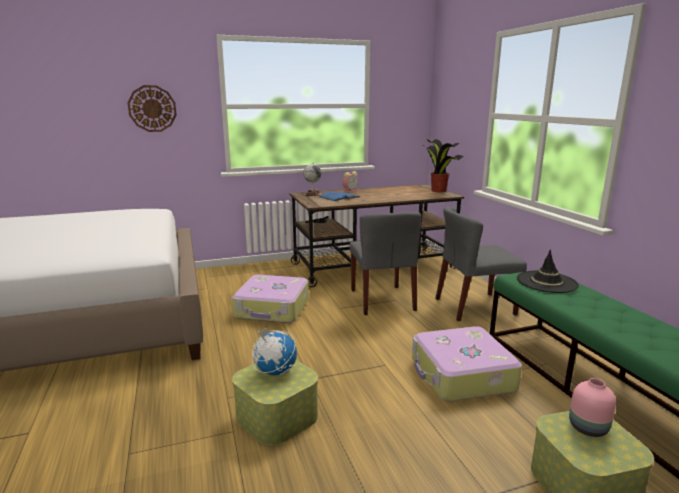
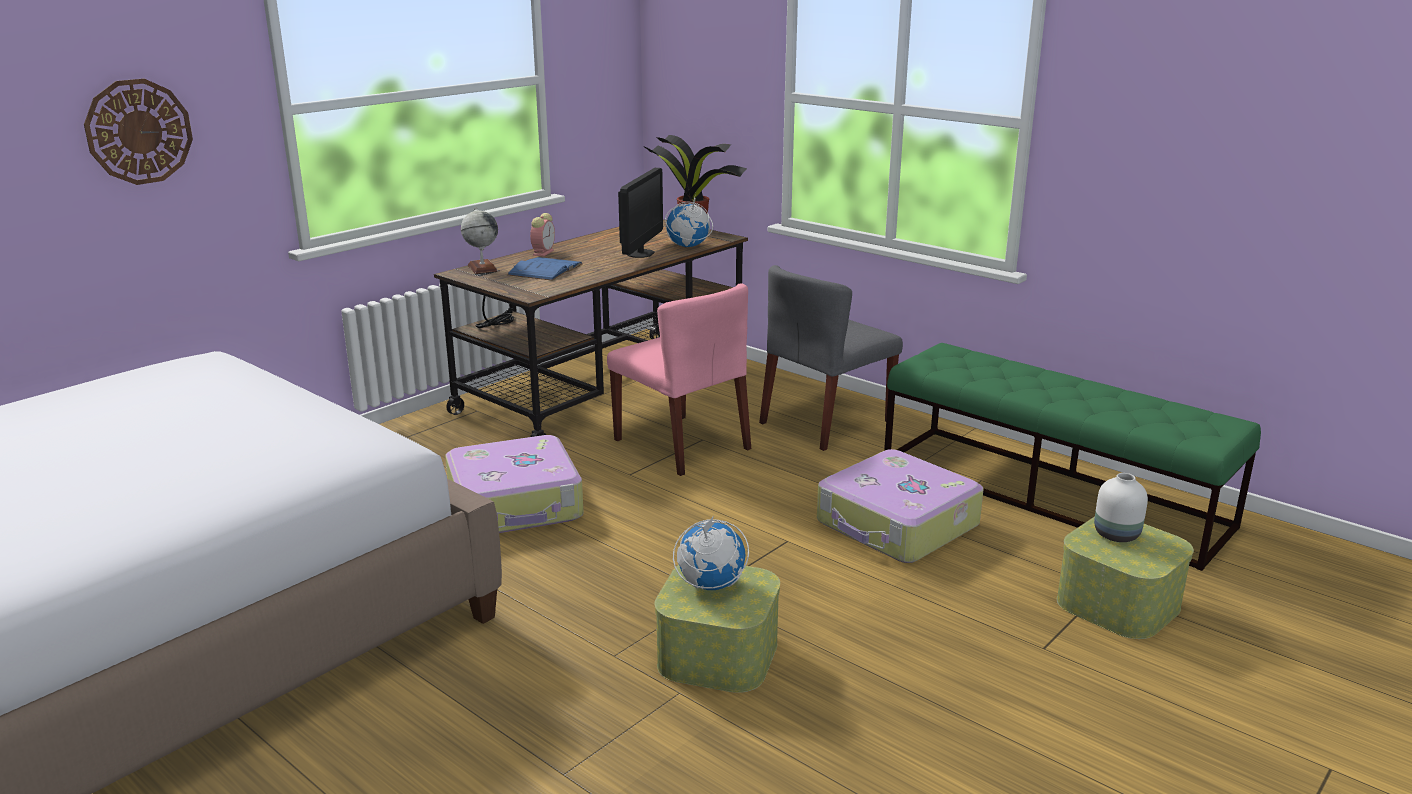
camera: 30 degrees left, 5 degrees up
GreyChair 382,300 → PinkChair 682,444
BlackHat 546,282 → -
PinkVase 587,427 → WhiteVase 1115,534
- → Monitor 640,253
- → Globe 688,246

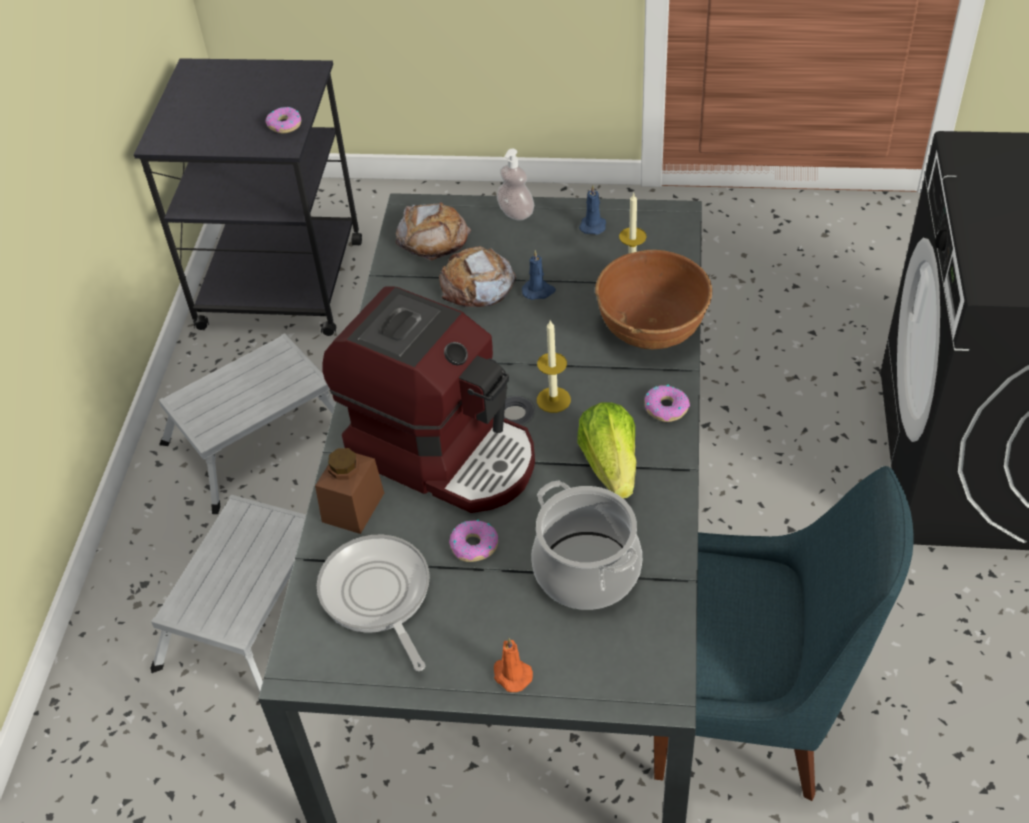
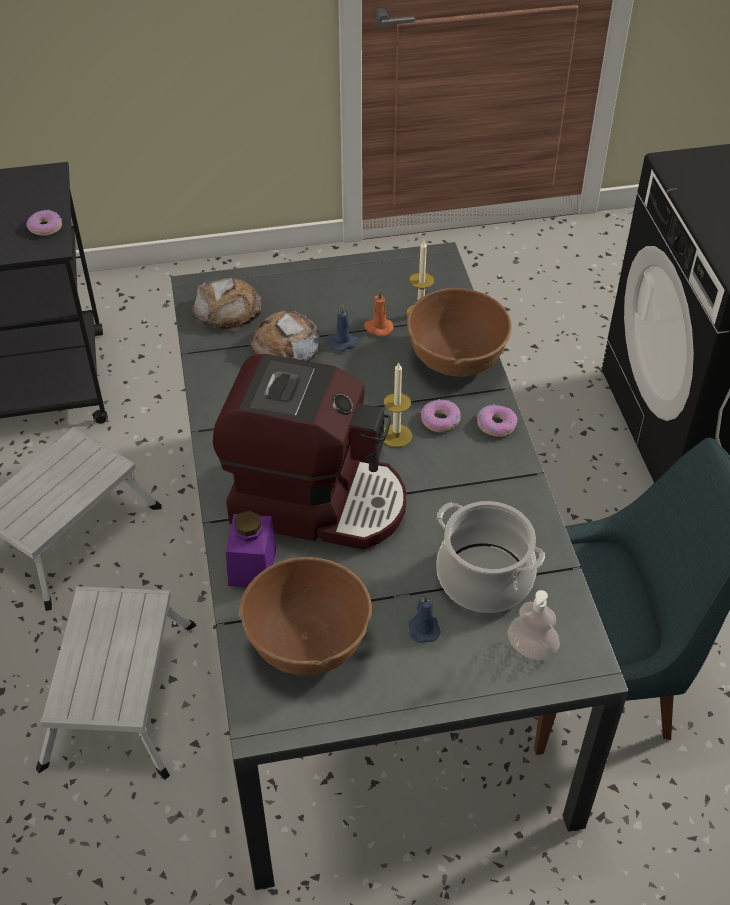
camera: 20 degrees left, 0 degrees up
SoapDispenser 516,213 → SoapDispenser 531,649, relocated
BlueCandle 593,225 → BlueCandle 423,627, relocated
Lettuce 610,465 → -
BrownJar 353,507 → PurpleJar 252,566
Donut 474,545 → Donut 440,420, relocated
FryingPan 377,596 → BrownBowl 307,641
OrangeCandle 511,674 → OrangeCandle 378,328, relocated

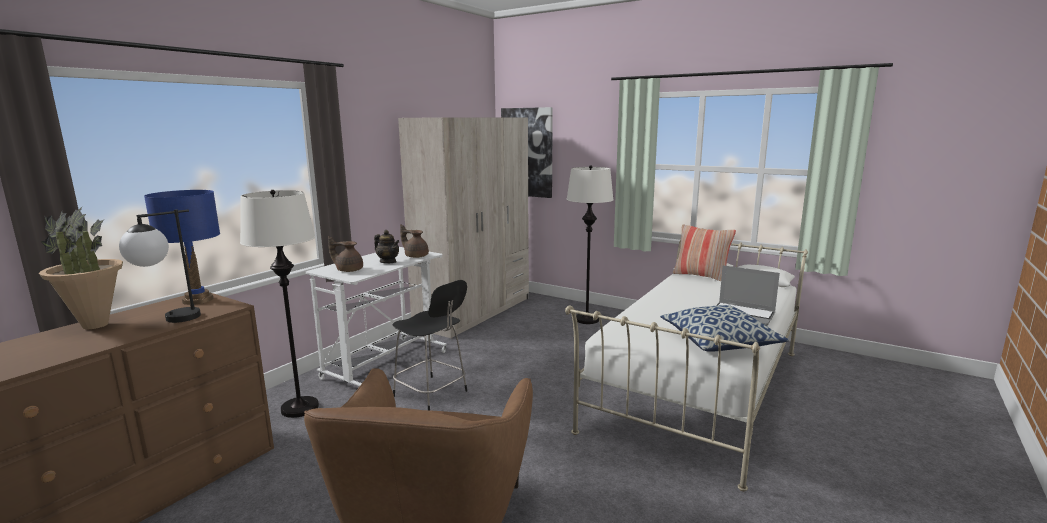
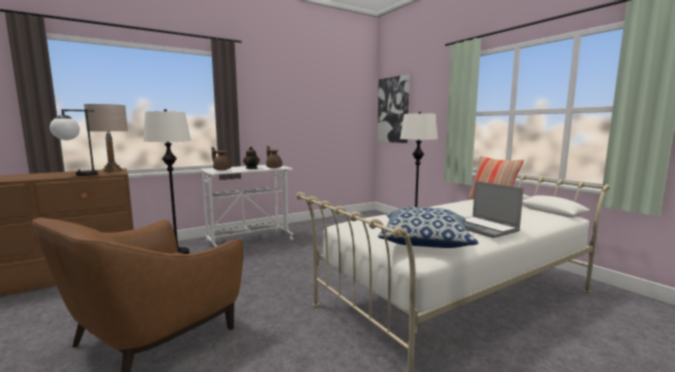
camera: 25 degrees right, 5 degrees down
BeigeWardrobe 475,312 → -
BlueTableLamp 198,300 → BeigeTableLamp 112,170
PottedPlant 95,325 → -
BlackChair 432,394 → -

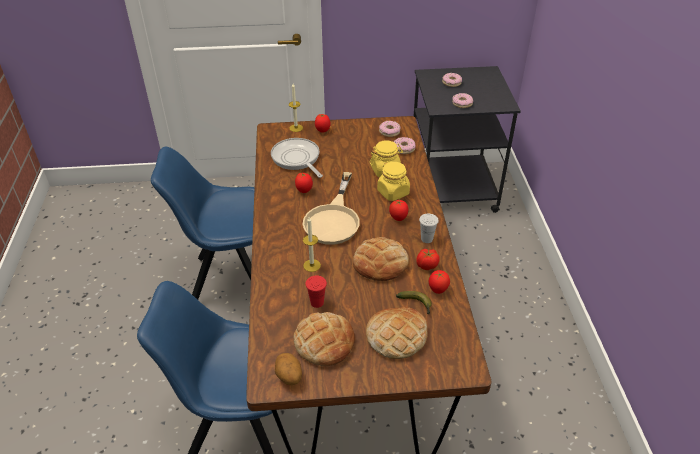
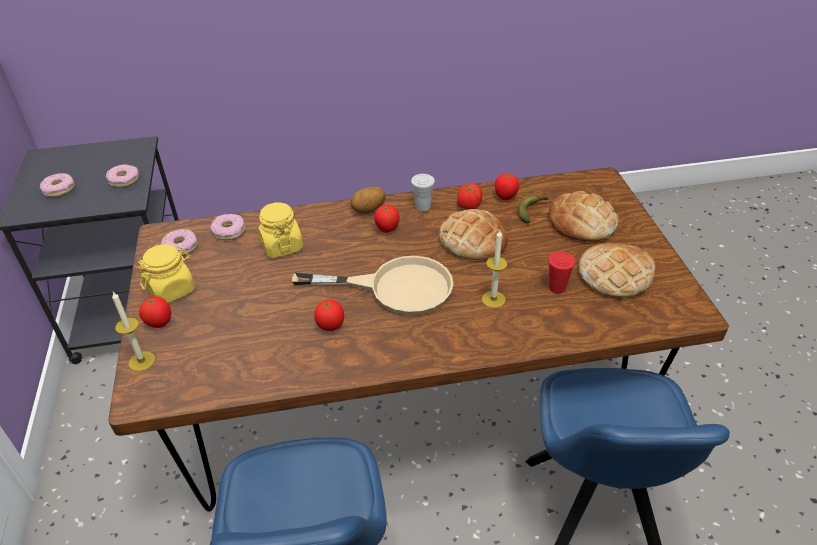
camera: 95 degrees left, 0 degrees up
FryingPan 297,159 → -
YellowJar 393,192 → YellowJar 172,289, relocated
Potato 288,377 → Potato 369,210, relocated

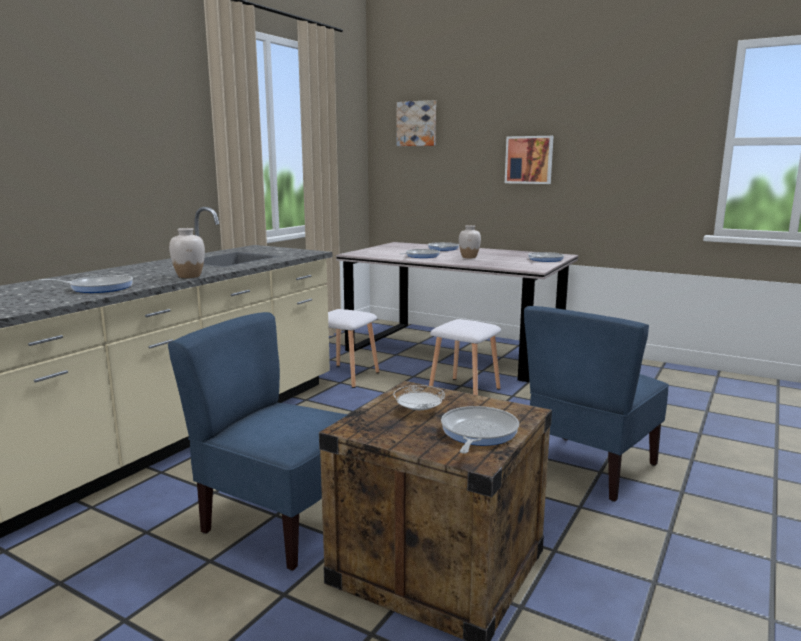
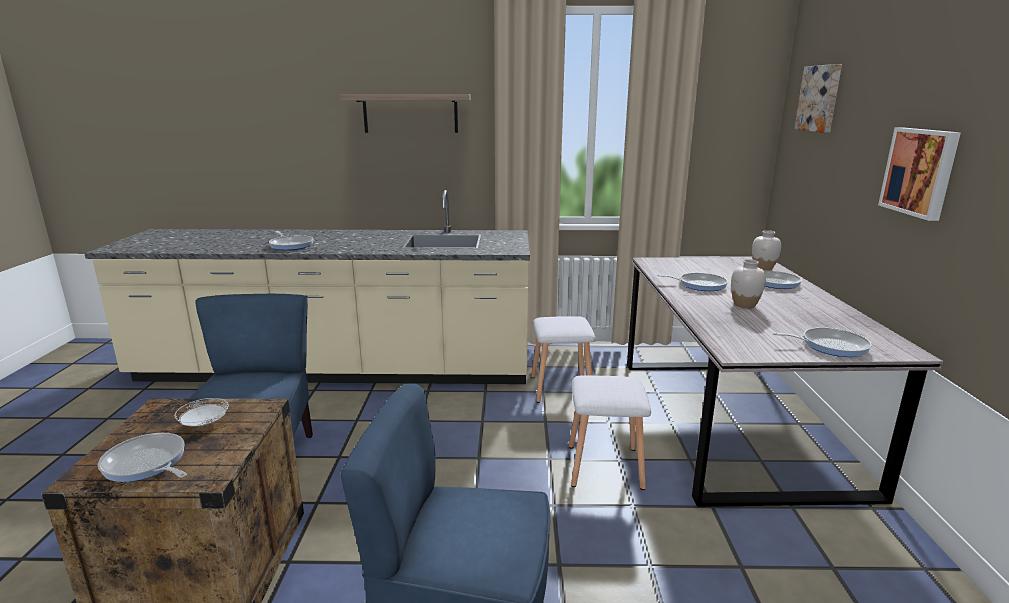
camera: 60 degrees right, 5 degrees up
WhiteVase 189,276 → WhiteVase 763,268, relocated
FryingPan 477,433 → FryingPan 146,464, 135 degrees counterclockwise
- → Shelf 410,113

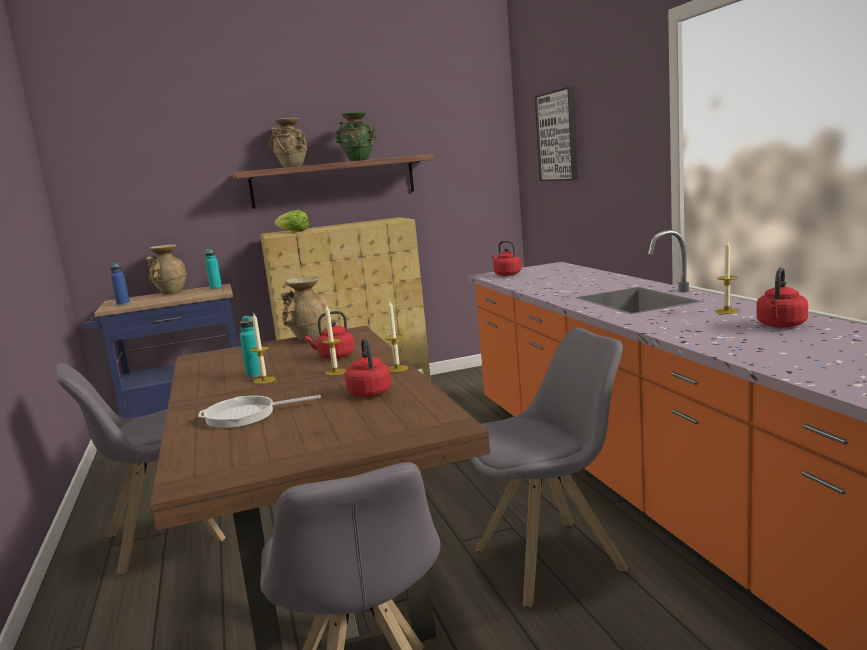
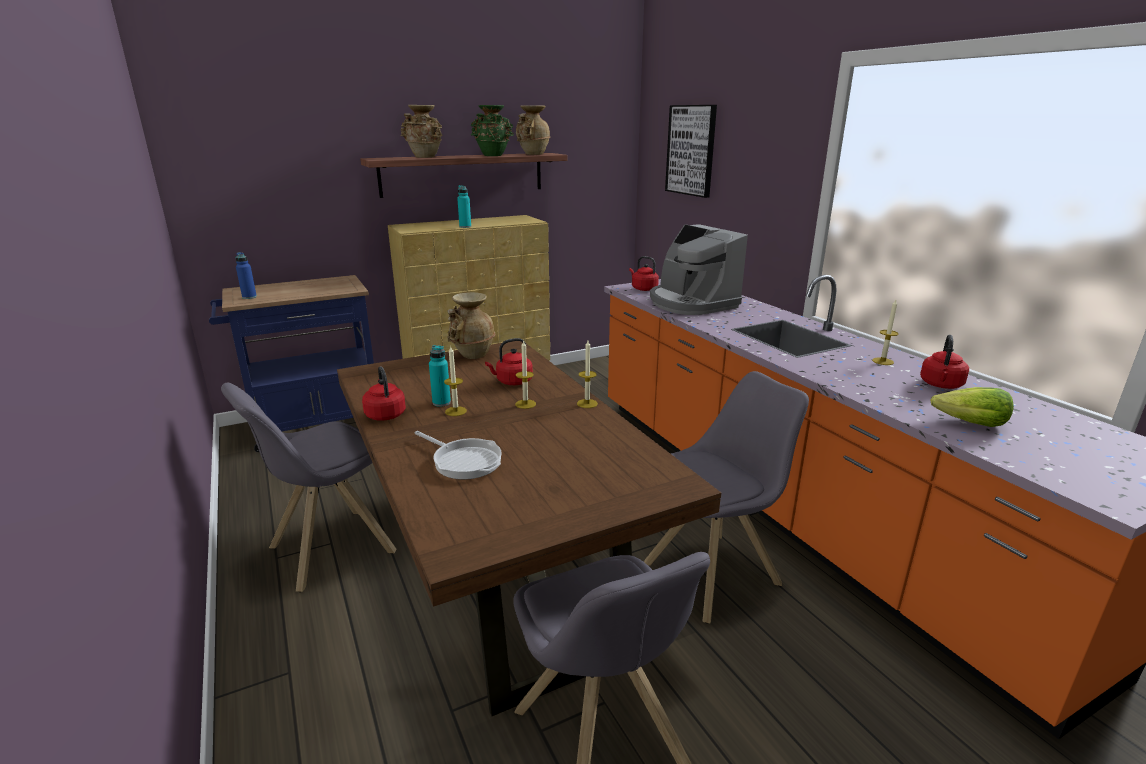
camera: 10 degrees left, 10 degrees up
Lettuce 292,232 → Lettuce 970,423, relocated
BeigeVase 170,293 → BeigeVase 532,154, relocated
TurquoiseBottle 216,288 → TurquoiseBottle 465,227, relocated
RedKettle 369,392 → RedKettle 385,414, relocated
FryingPan 246,415 → FryingPan 464,461, 120 degrees counterclockwise
- → CoffeeMachine 691,303

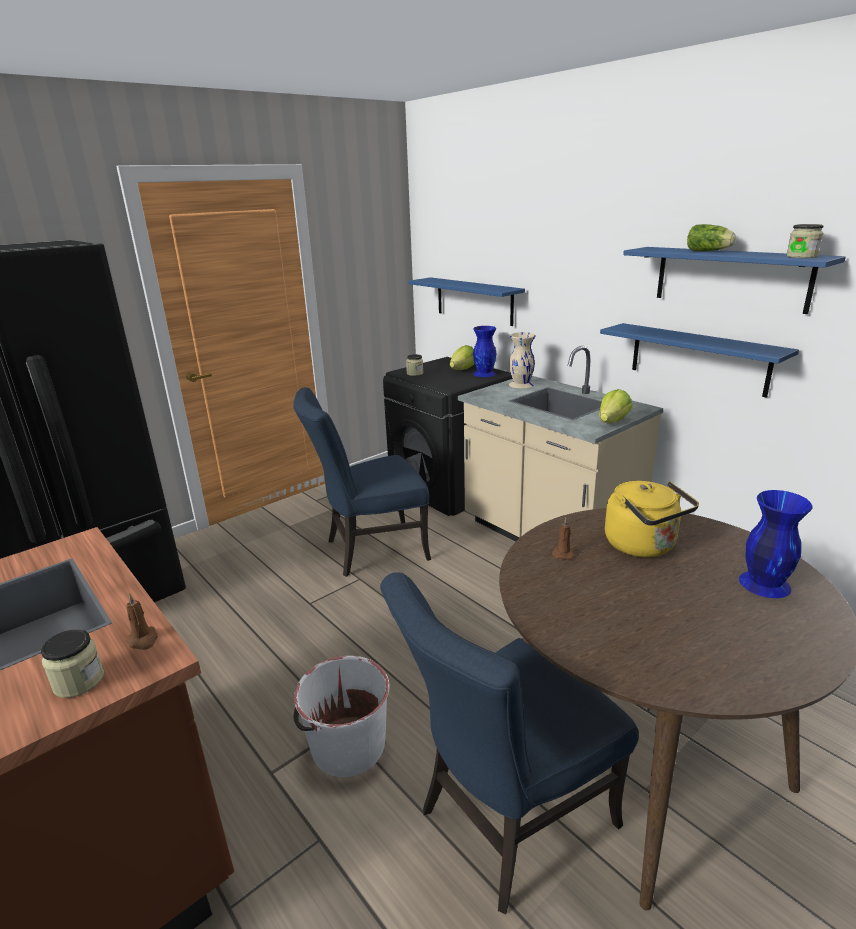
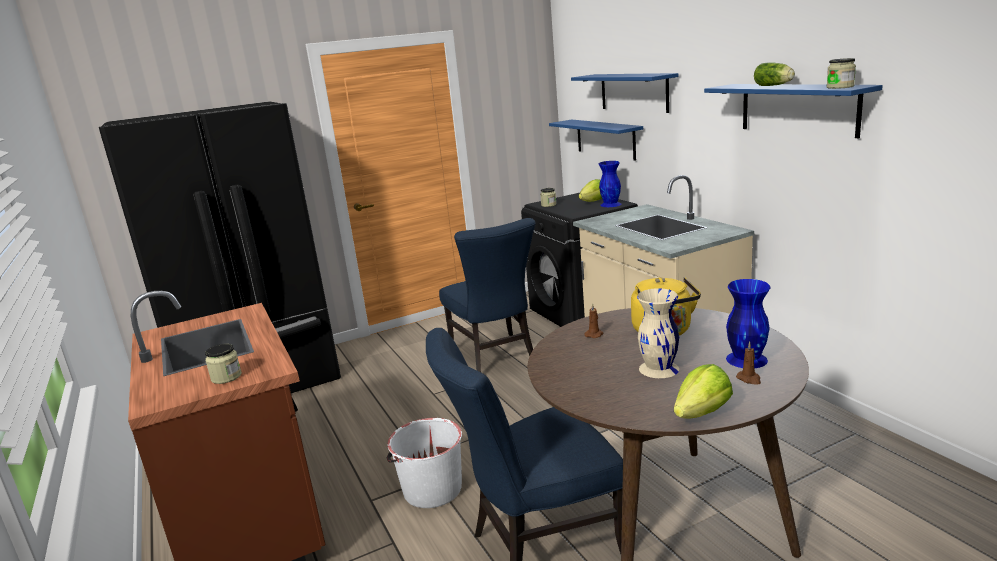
camera: 15 degrees right, 5 degrees down
BlueShelf 698,358 → BlueShelf 633,92, relocated
BeigeVase 521,384 → BeigeVase 658,369, relocated
BlueChair 370,550 → BlueChair 496,358, 105 degrees counterclockwise
Lettuce 612,422 → Lettuce 702,413, relocated
BrownCandle 143,640 → BrownCandle 749,379, relocated

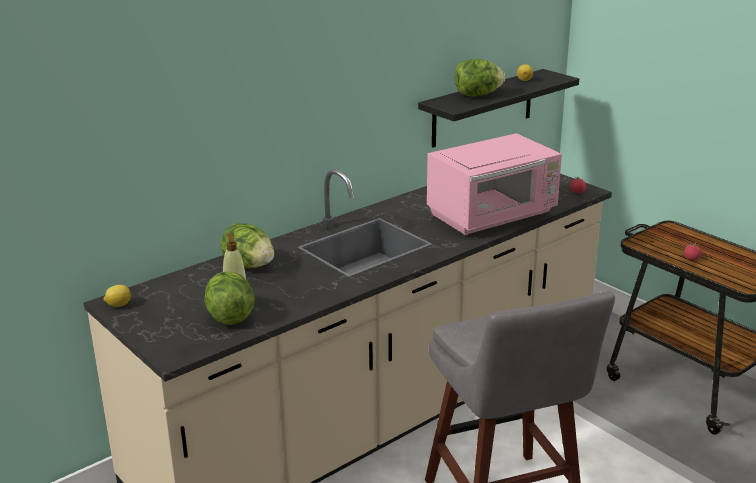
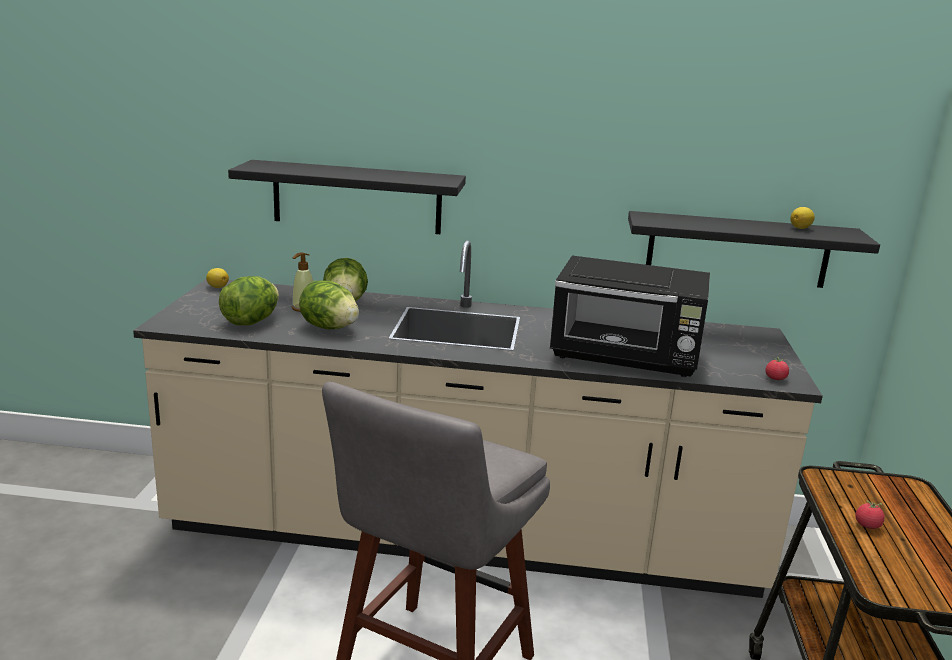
camera: 45 degrees right, 5 degrees down
Lettuce 477,95 → Lettuce 329,327, relocated
PinkMicrowave 493,216 → BlackMicrowave 626,357
- → BlackShelf 357,197

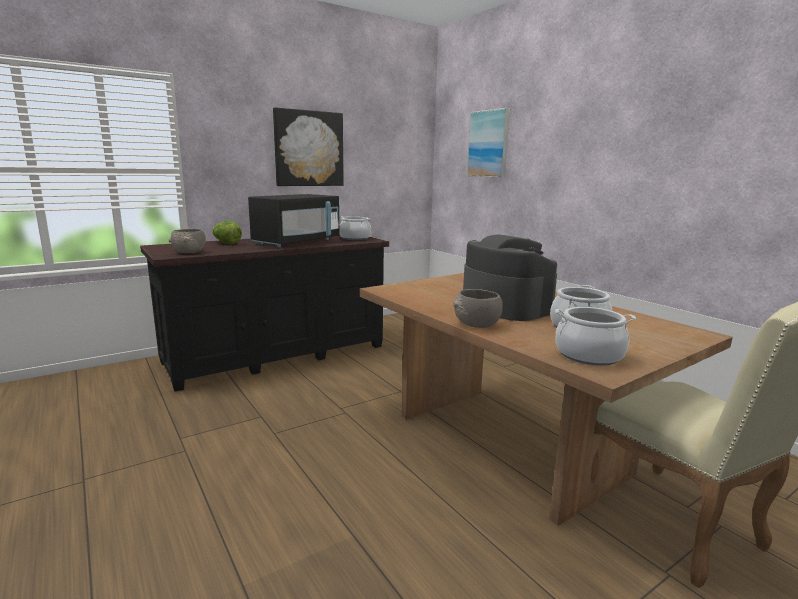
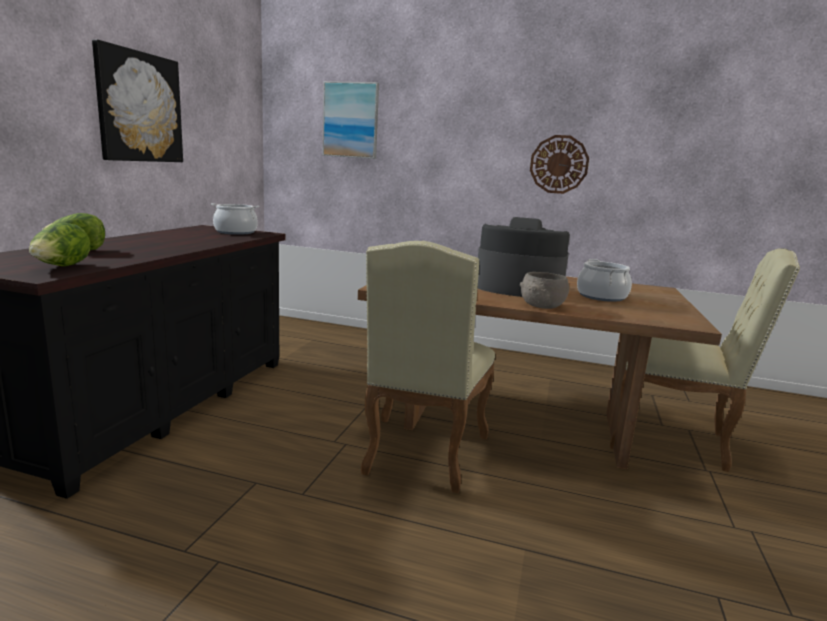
camera: 40 degrees left, 0 degrees up
BlackMicrowave 297,242 → -
GreyBowl 189,252 → Lettuce 61,267
CookingPot 588,355 → -
- → WallClock 559,164
- → BeigeChair 421,455

